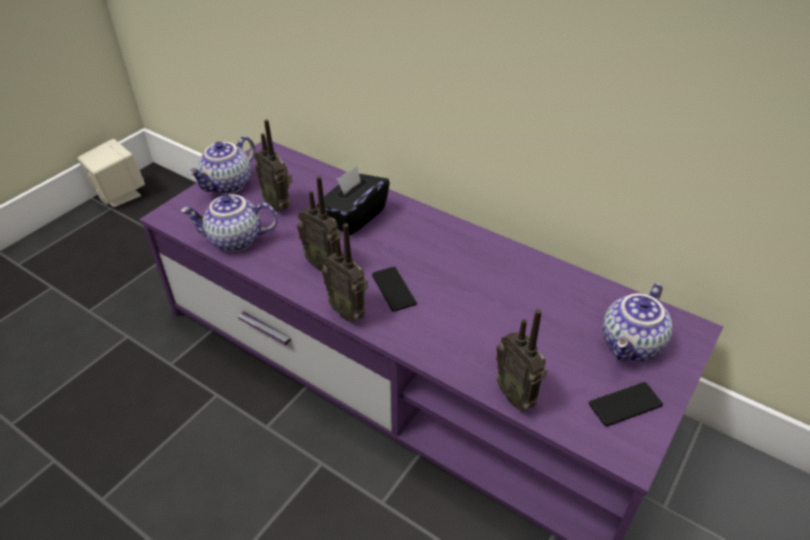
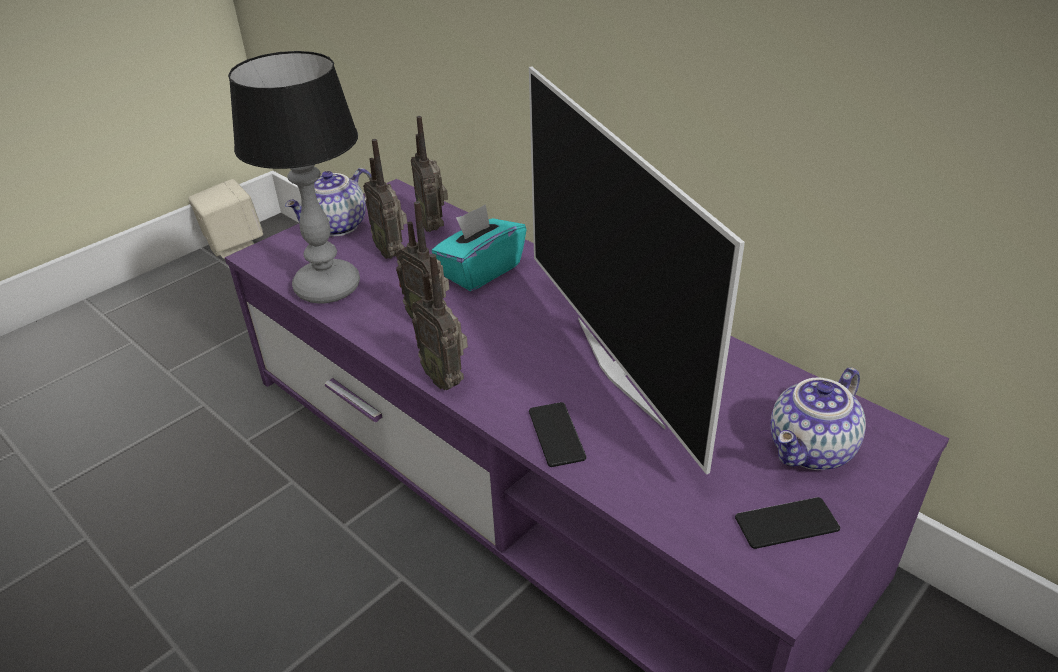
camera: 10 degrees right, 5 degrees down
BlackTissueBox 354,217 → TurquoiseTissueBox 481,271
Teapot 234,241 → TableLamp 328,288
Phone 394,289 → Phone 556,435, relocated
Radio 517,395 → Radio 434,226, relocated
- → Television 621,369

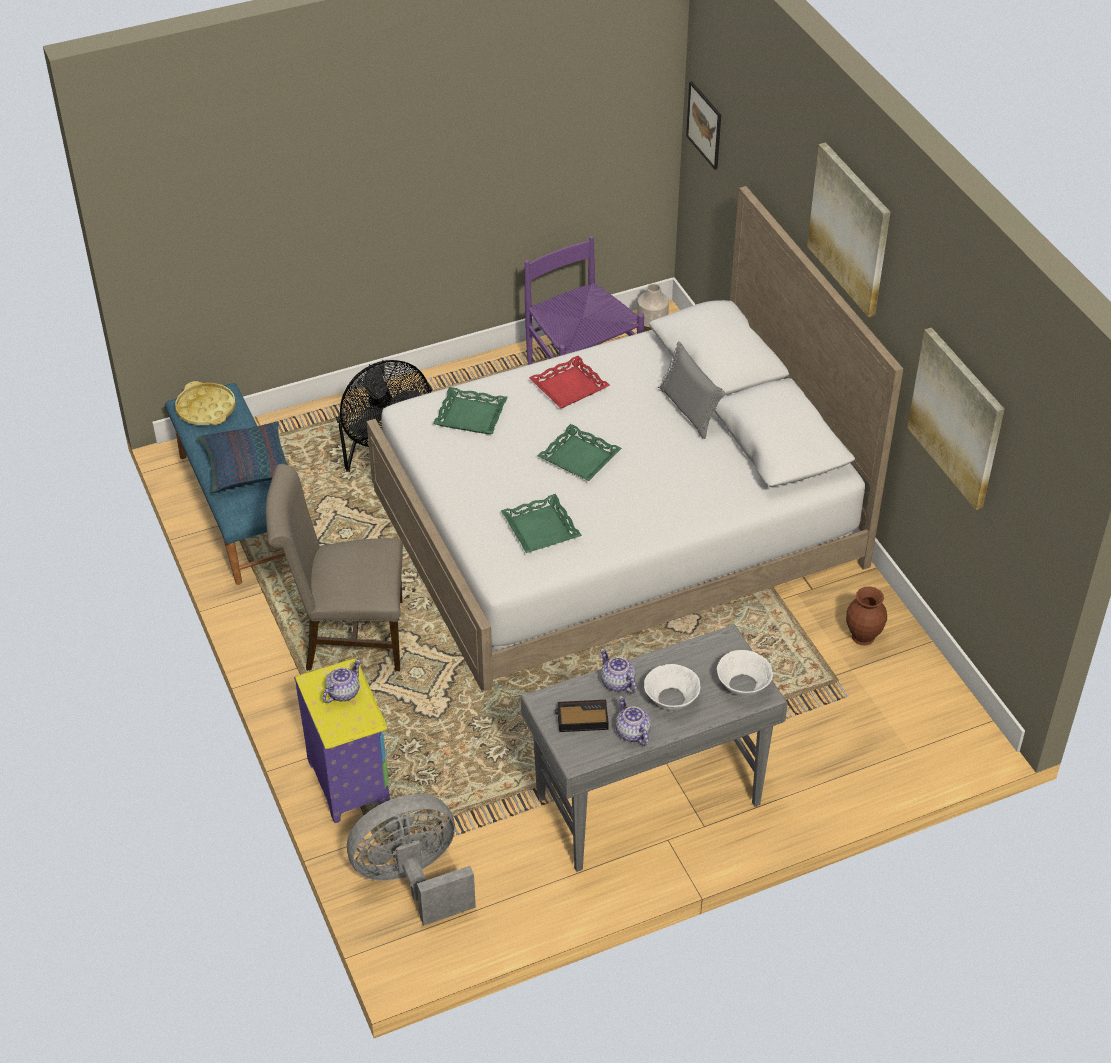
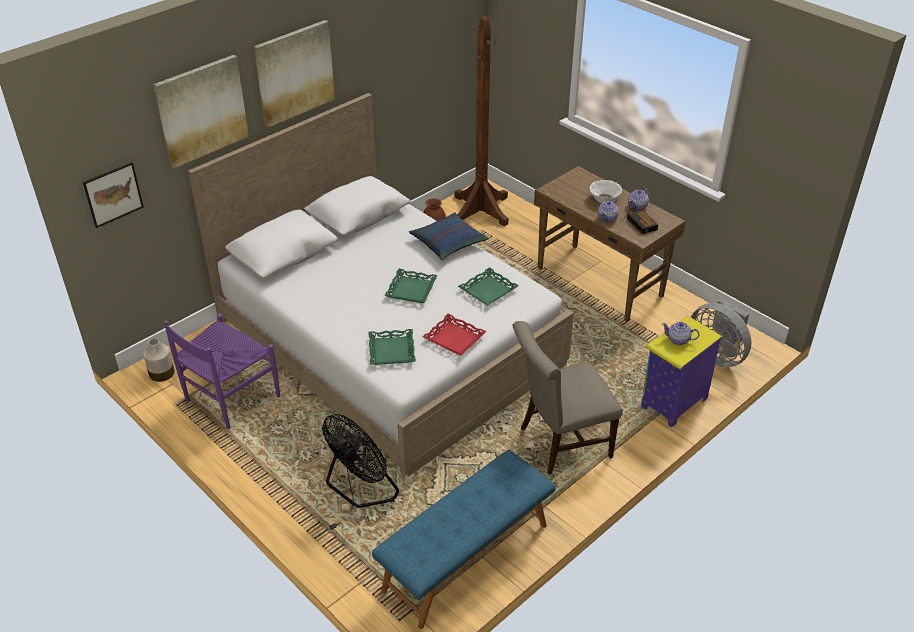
camera: 110 degrees left, 5 degrees down
Picture 957,417 → Picture 202,110, relocated
GreyPillow 689,411 → -
RedTray 569,387 → RedTray 454,339, relocated
YellowTray 206,409 → -
BluePillow 246,466 → BluePillow 448,243, relocated
BeigeChair 346,636 → BeigeChair 559,444, 90 degrees clockwise
GreyConsoleTable 647,802 → BrownConsoleTable 600,282
WhiteBowl 743,685 → -
- → BrownClothesRack 480,210

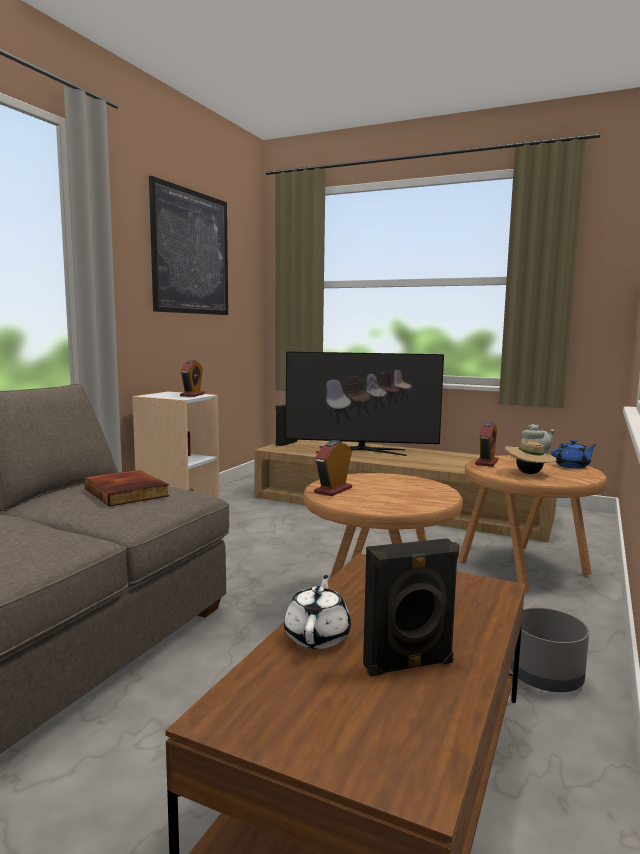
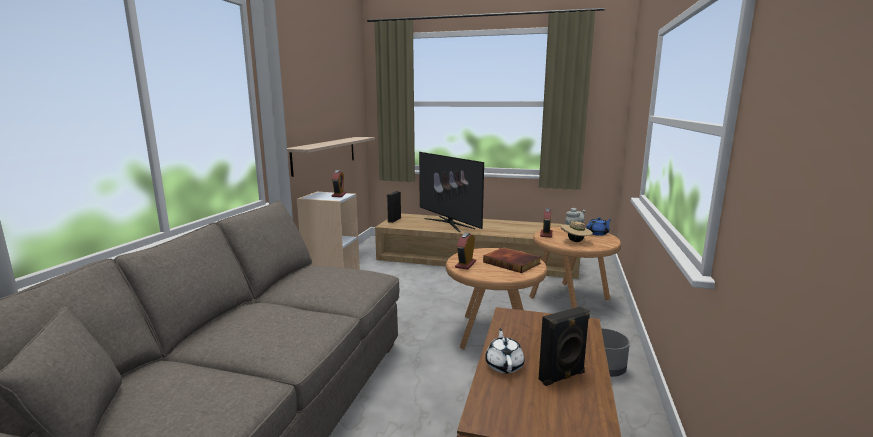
camera: 10 degrees left, 5 degrees up
Picture 191,252 → -
Television 361,451 → Television 449,223, 60 degrees clockwise
Book 128,492 → Book 512,262, relocated
- → Shelf 325,154

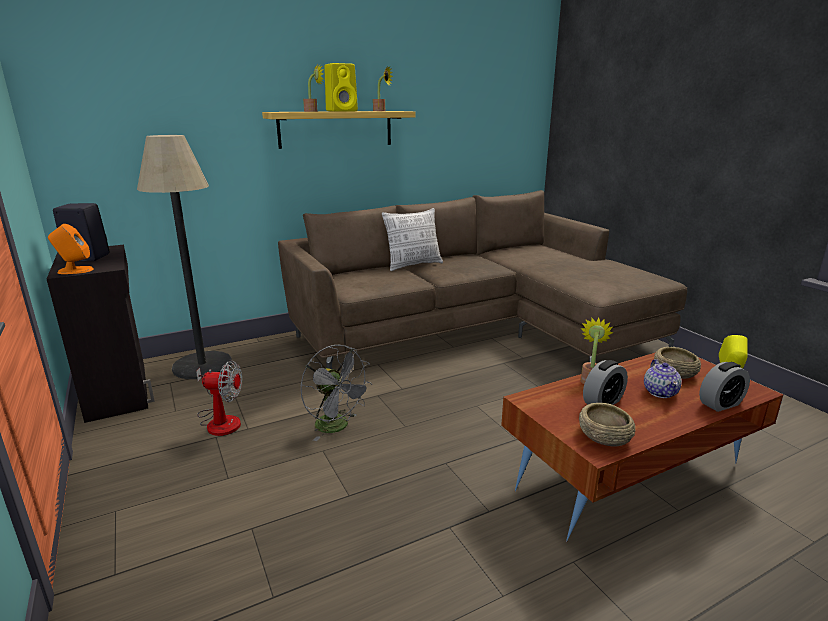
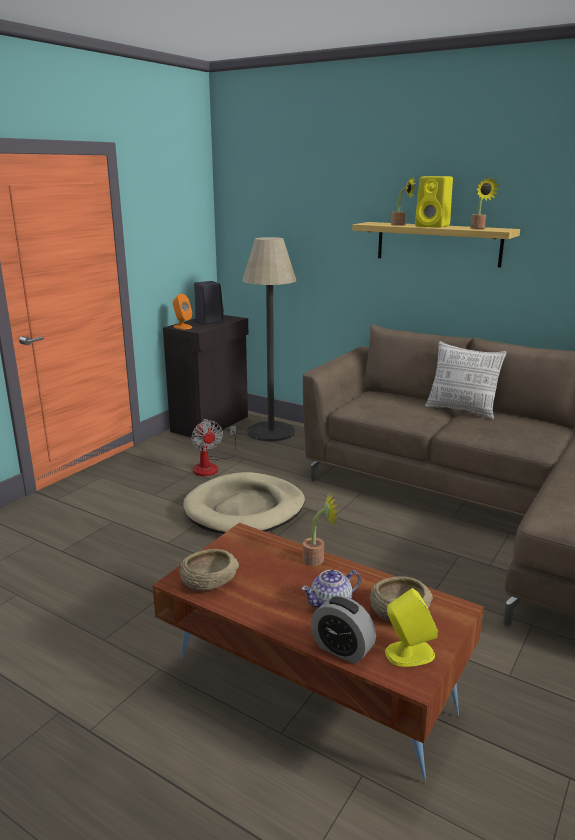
camera: 60 degrees right, 0 degrees up
GreyFan 337,427 → BeigeDogBed 245,509
AlarmClock 602,402 → -

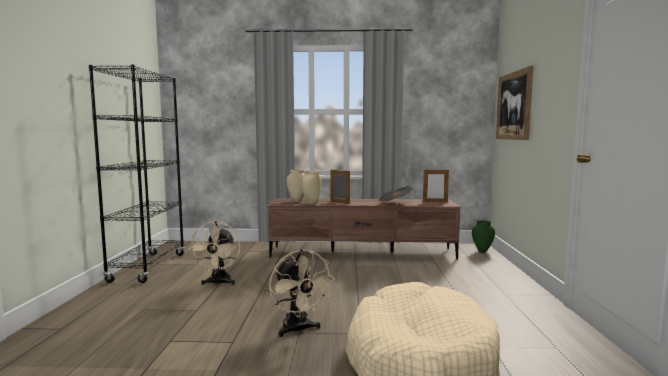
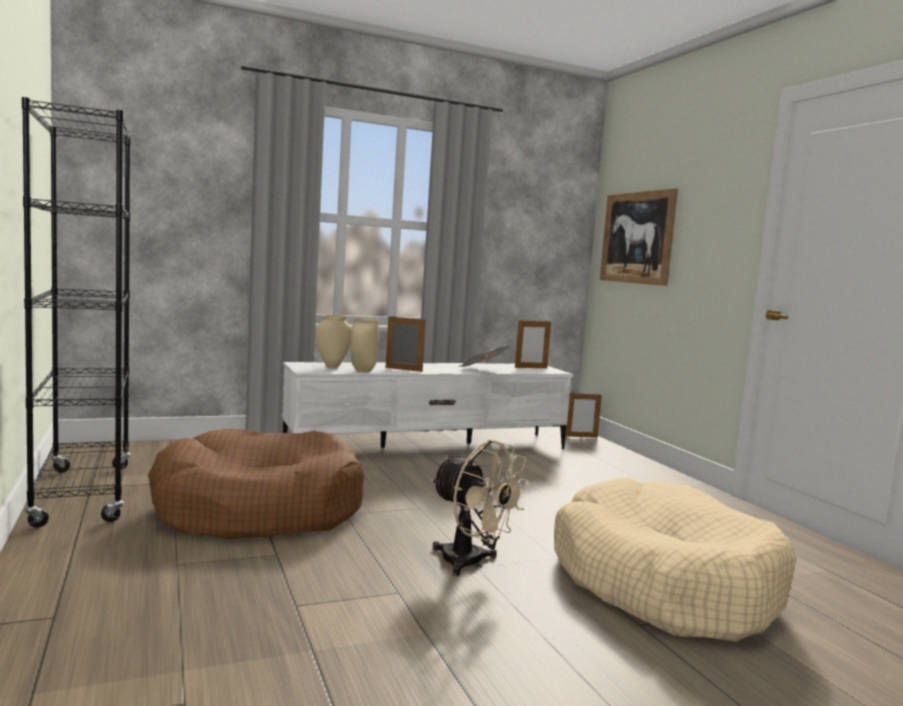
camera: 25 degrees left, 0 degrees up
BrownTvStand 362,252 → WhiteTvStand 428,446
GreenVase 482,251 → PictureFrame 581,437
BeigeFan 218,283 → BrownDogBed 258,509

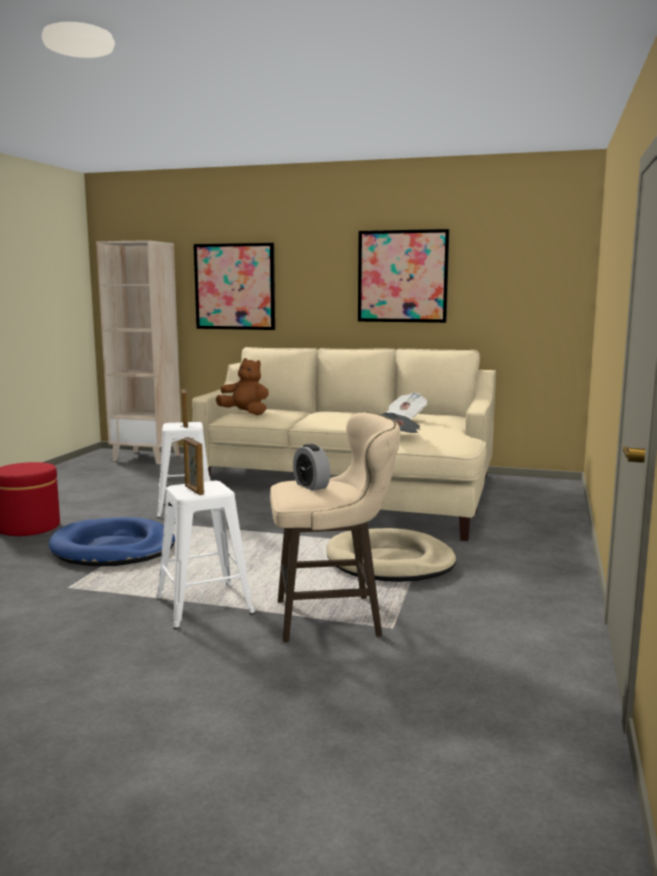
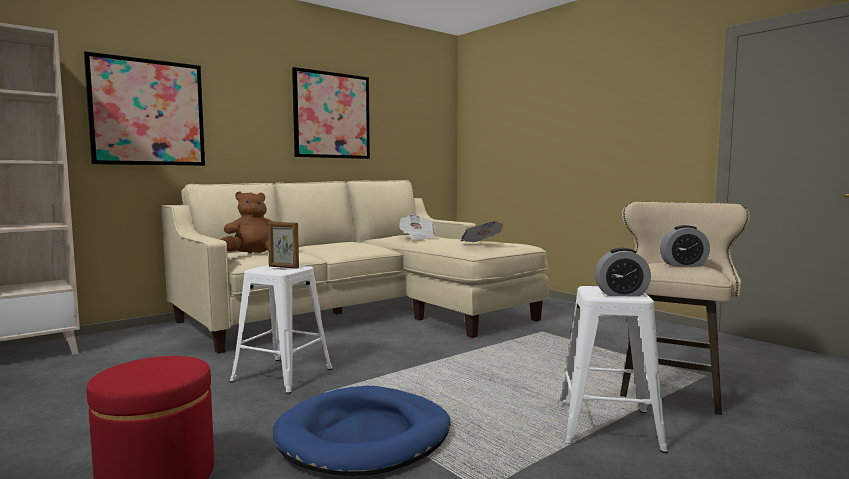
camera: 55 degrees left, 5 degrees down
PictureFrame 194,490 → AlarmClock 621,294
BeigeDogBed 390,562 → -

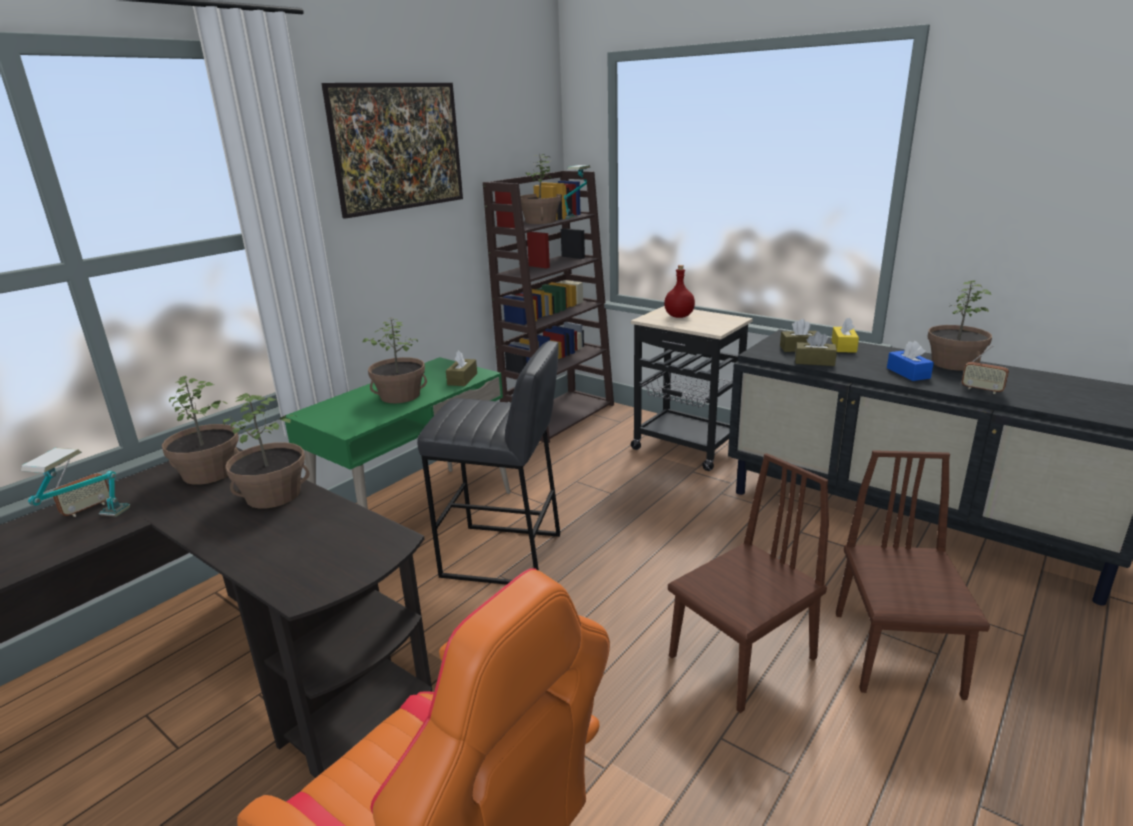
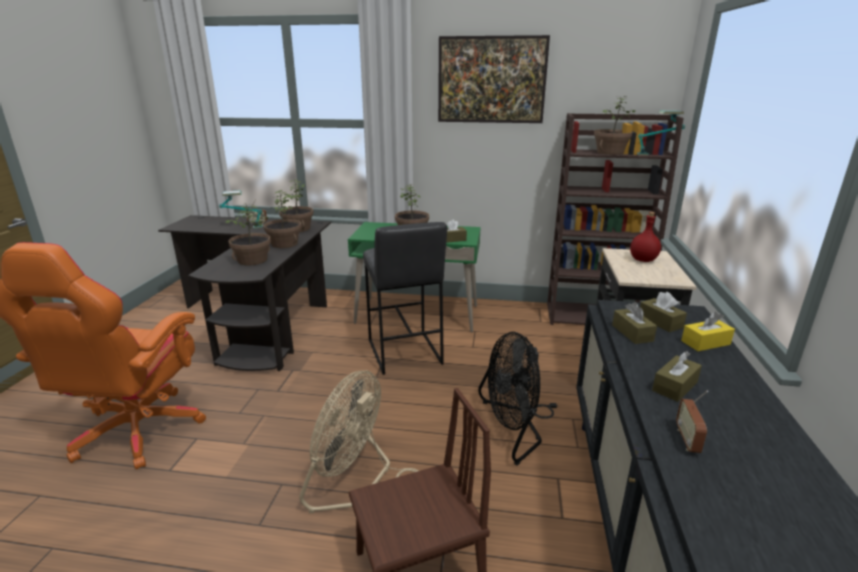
camera: 60 degrees right, 0 degrees up
PottedPlant 953,363 → PottedPlant 252,260, relocated
BlueTissueBox 908,373 → BrownTissueBox 675,386
BrownChair 742,657 → BeigeFan 364,477
- → BlackFan 516,426

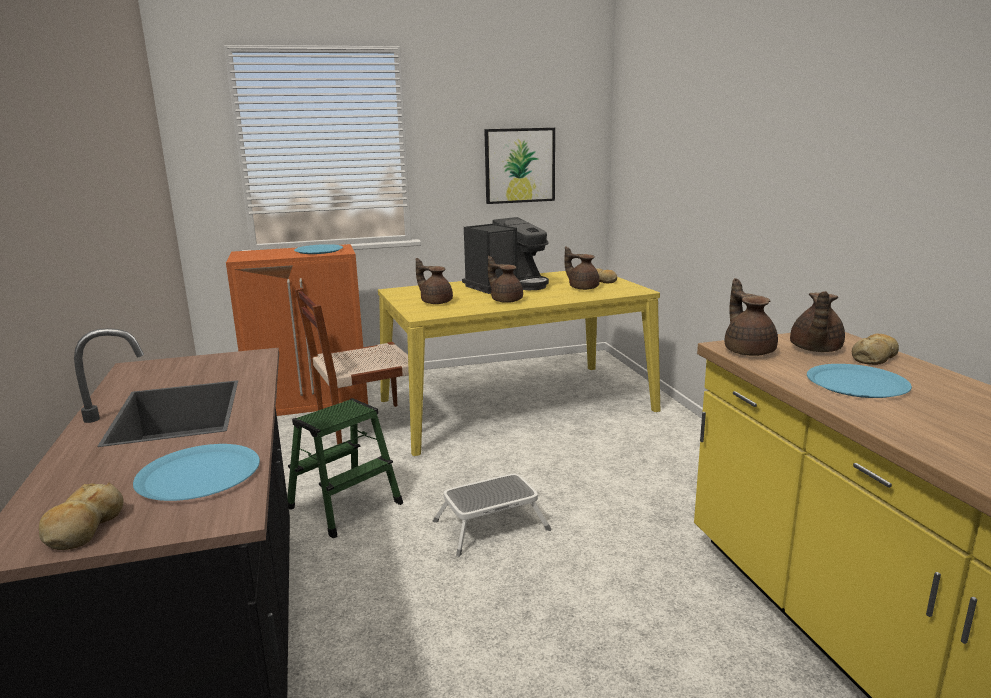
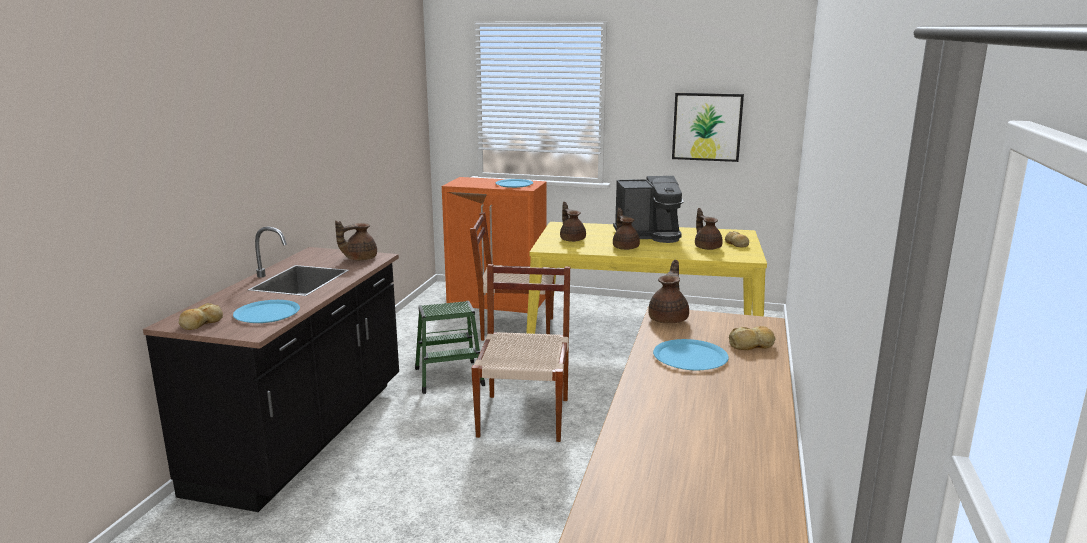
camera: 30 degrees right, 0 degrees up
BrownTeapot 814,349 → BrownTeapot 359,258, relocated
GreyStepLadder 491,526 → Chair 524,416

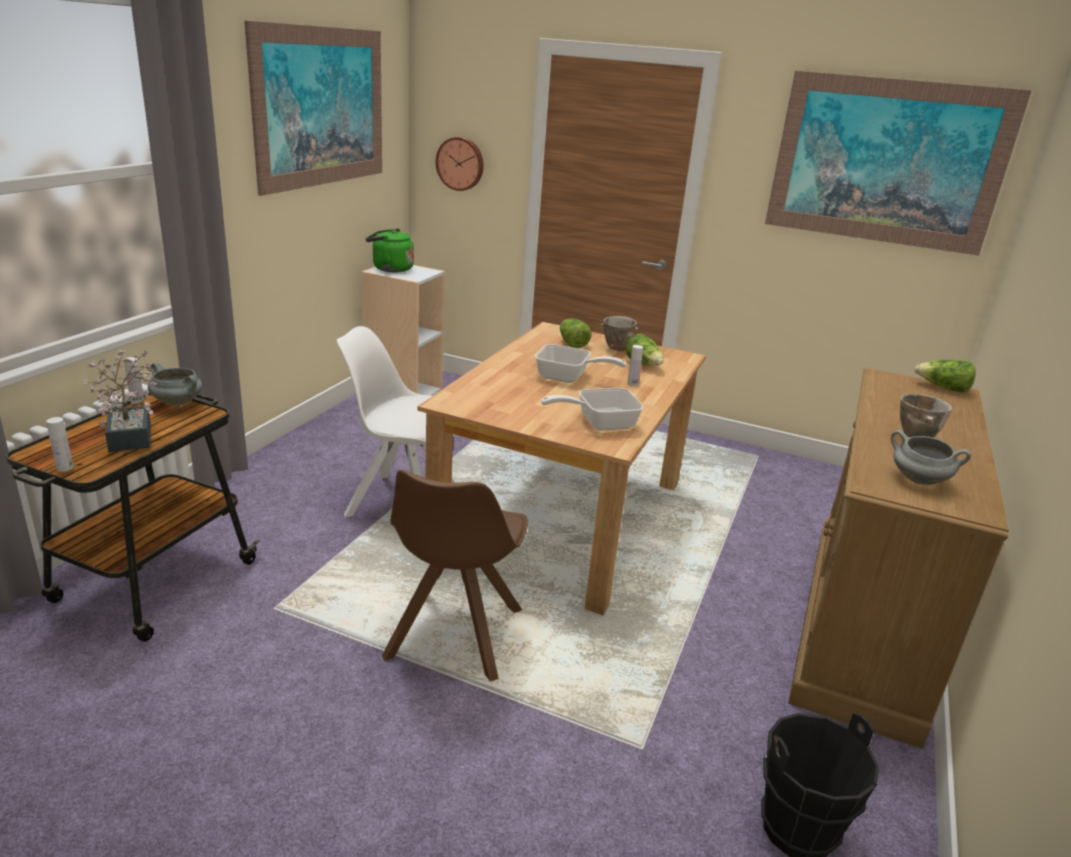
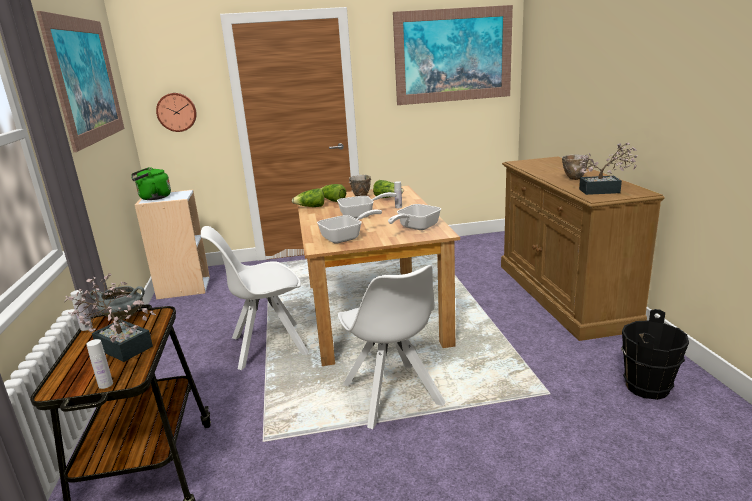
camera: 30 degrees left, 5 degrees down
Lettuce 943,388 → Lettuce 311,207, relocated
GreyCookingPot 917,480 → PottedPlant 604,191
BrownChair 453,635 → WhiteChair 392,396
- → FryingPan 346,237

